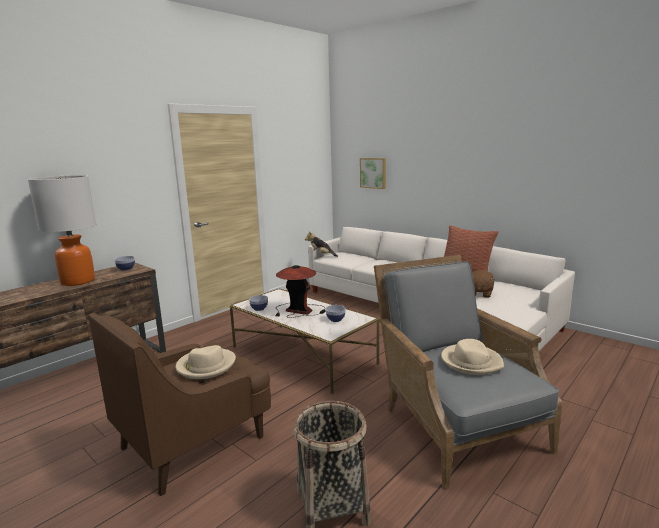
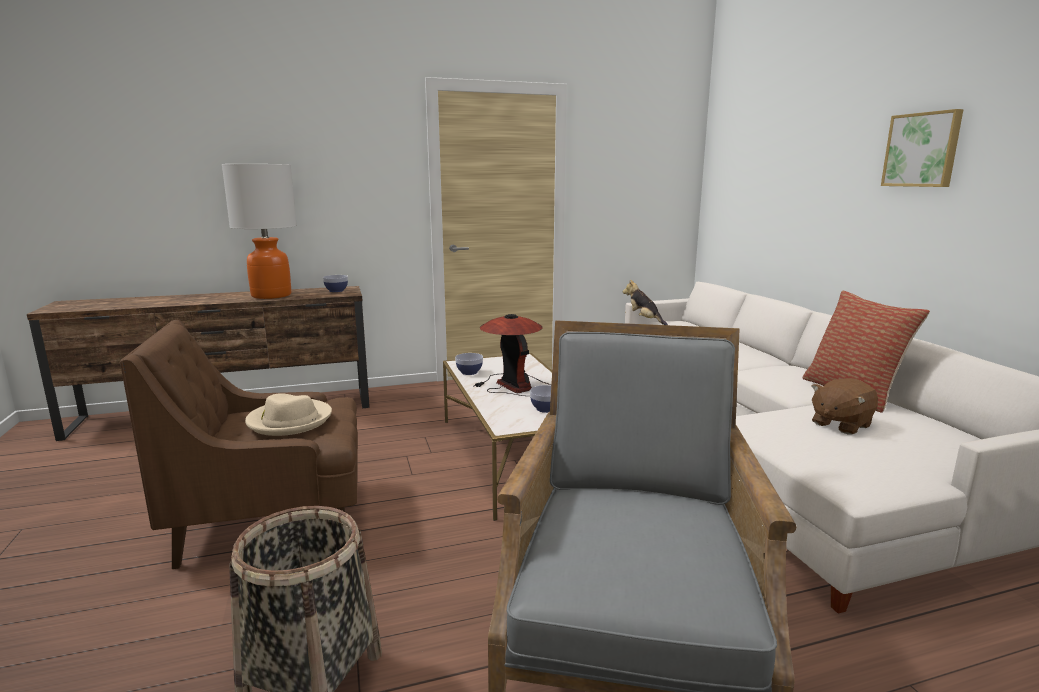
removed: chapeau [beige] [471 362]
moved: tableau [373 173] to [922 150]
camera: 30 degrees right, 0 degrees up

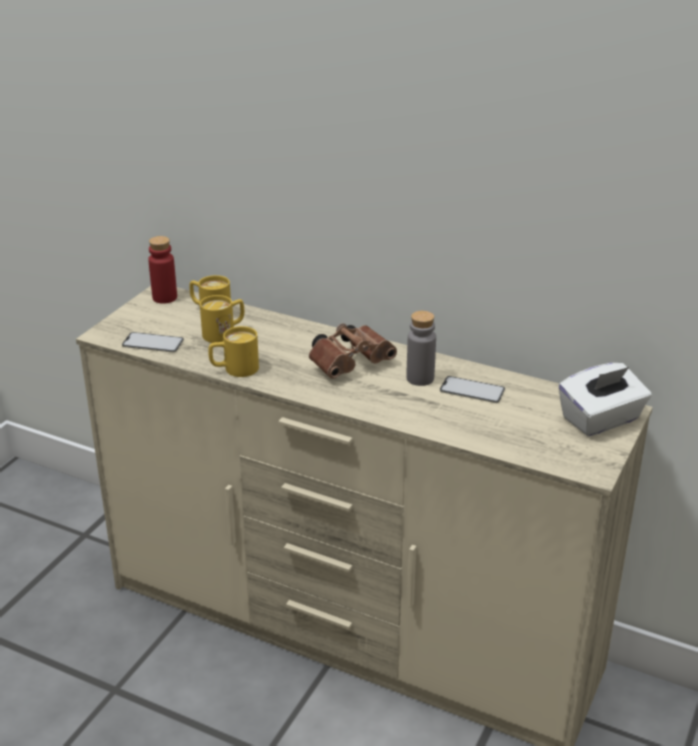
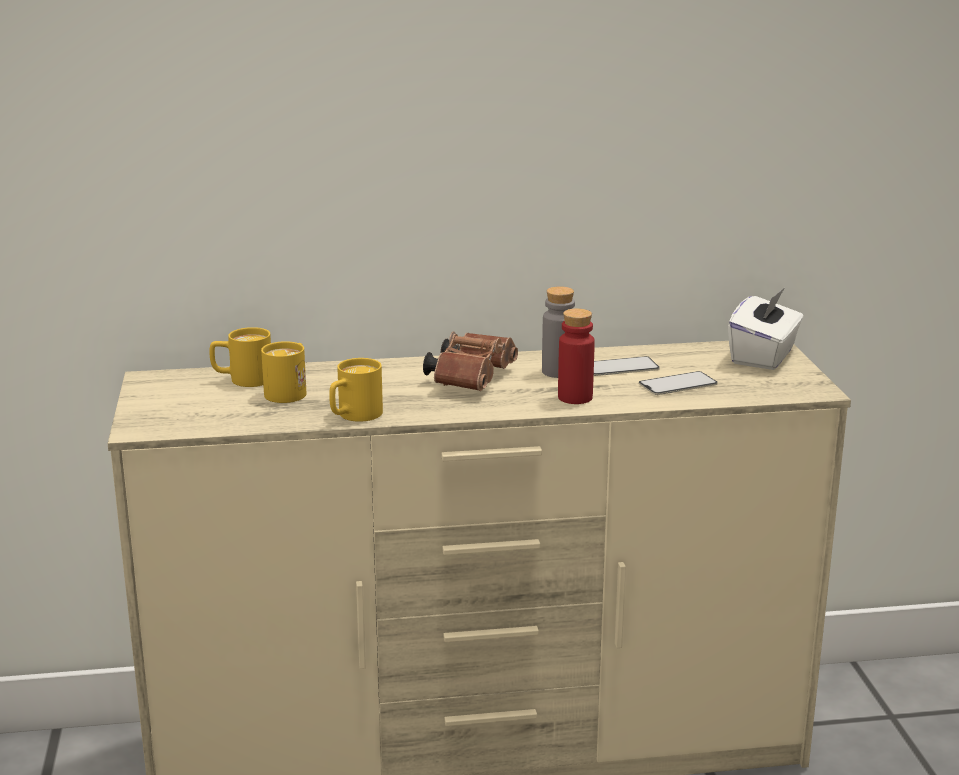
moved: téléphone [153 343] to [677 384]; bouteille [rouge] [164 297] to [575 397]
camera: 35 degrees left, 10 degrees down

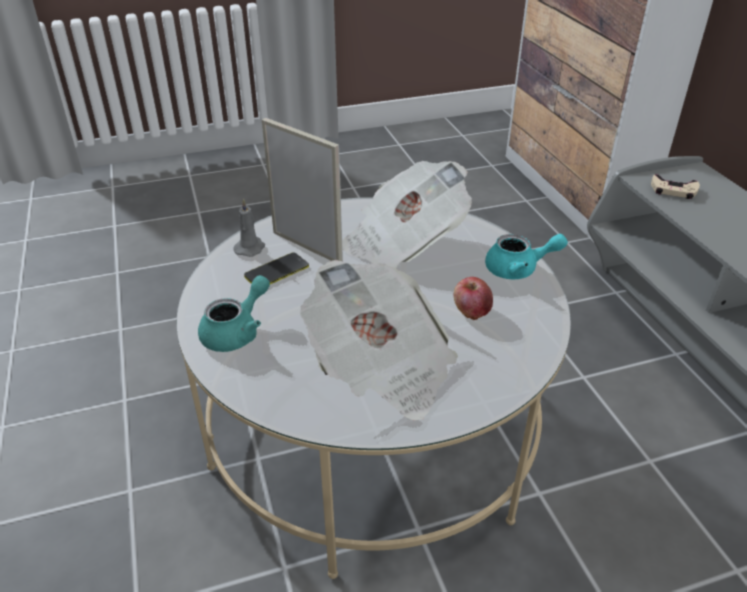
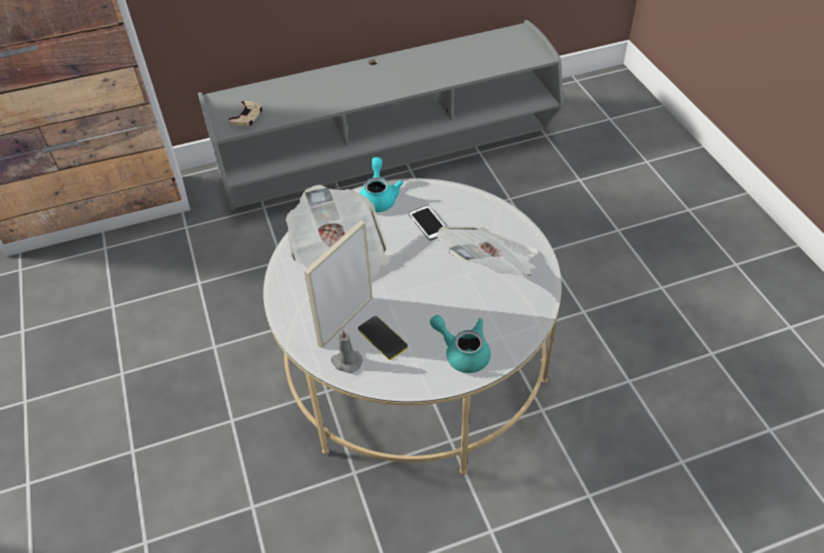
replaced: pomme [471 311] to téléphone [428 223]
camera: 90 degrees left, 10 degrees up

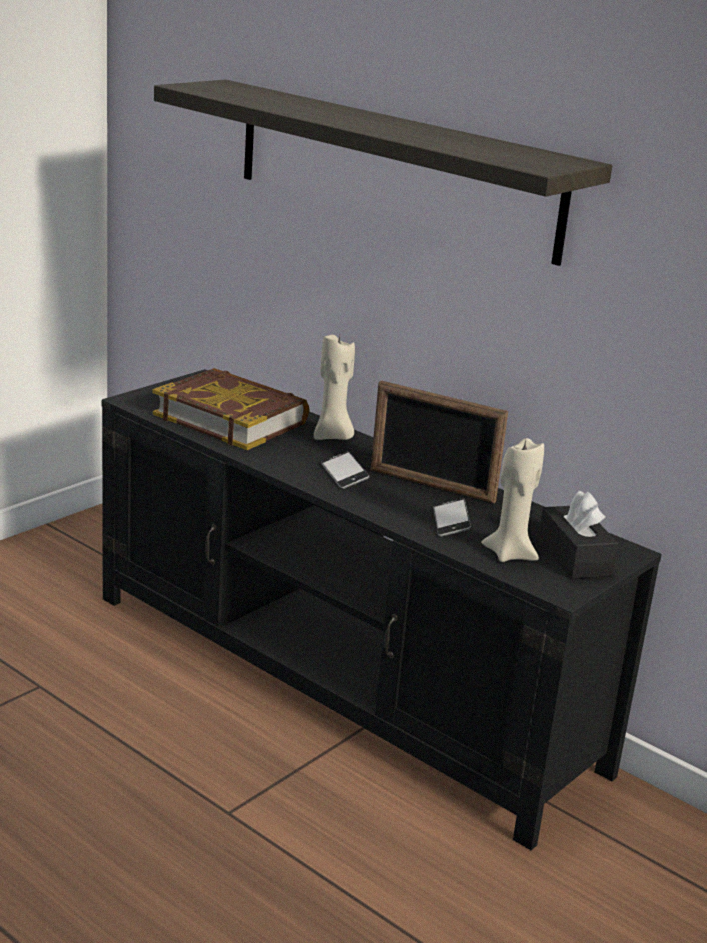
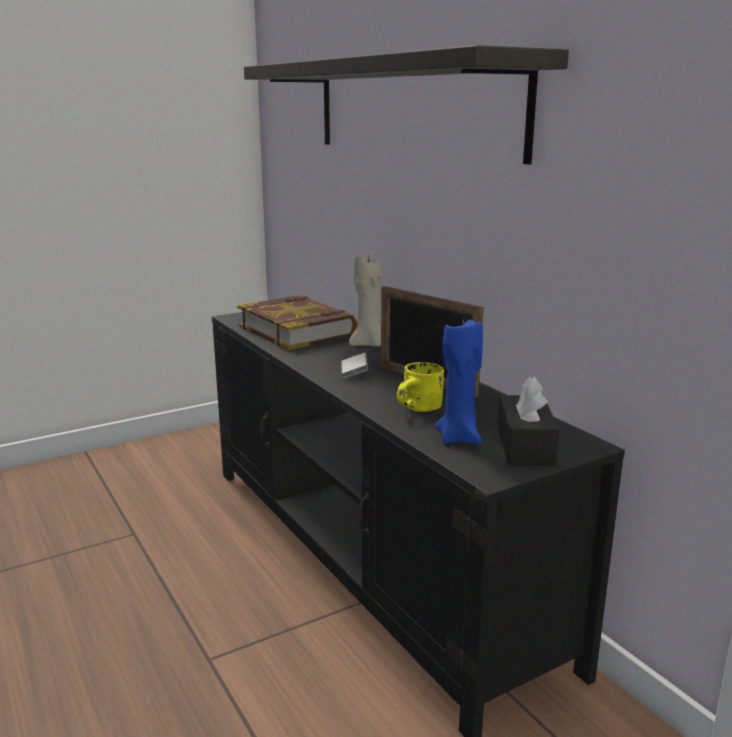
replaced: téléphone [451 523] to mug [jaune] [420 409]
recoloured: bougie [beige] [510 554] to bougie [bleu] [459 438]
camera: 20 degrees right, 5 degrees down

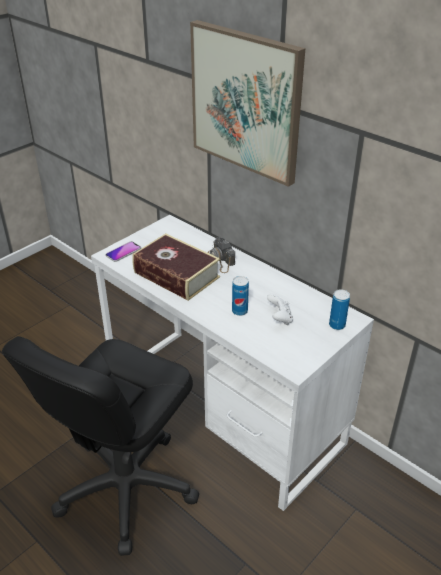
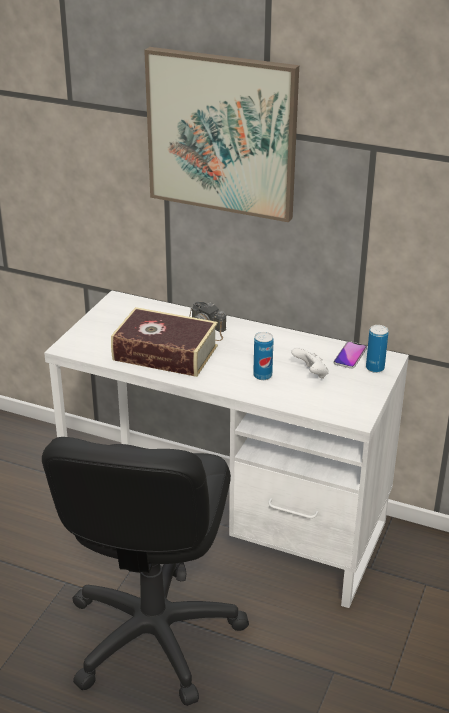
moved: téléphone [123 252] to [350 356]
camera: 20 degrees left, 5 degrees down

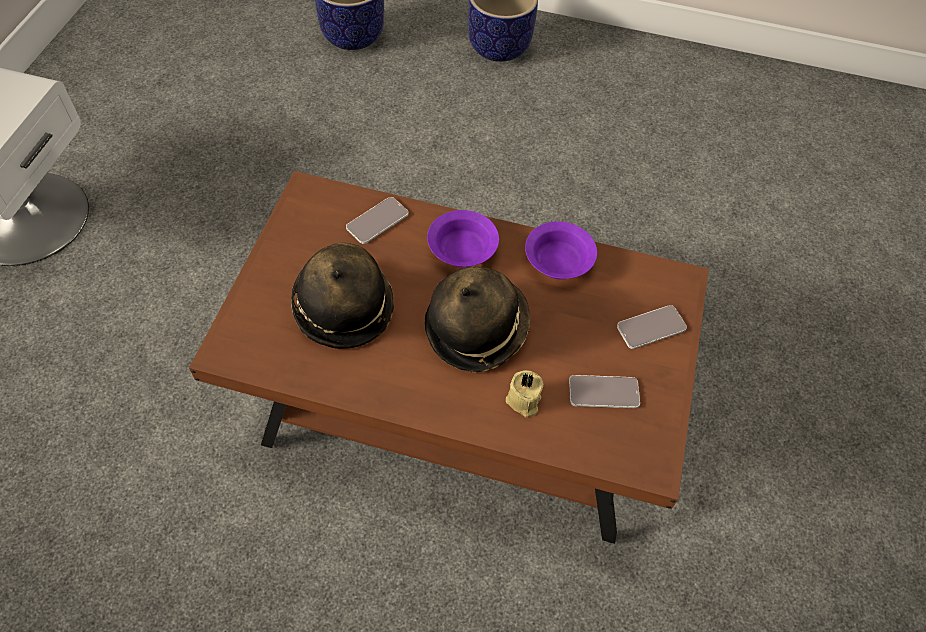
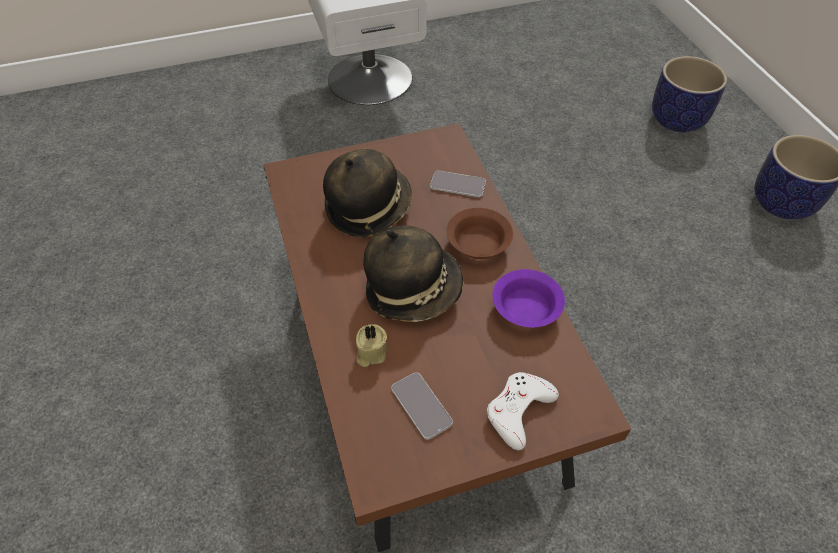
replaced: téléphone [651 328] to manette [blanc] [518 411]
recoloured: bol [violet] [460 250] to bol [marron] [477 243]
camera: 60 degrees right, 5 degrees down

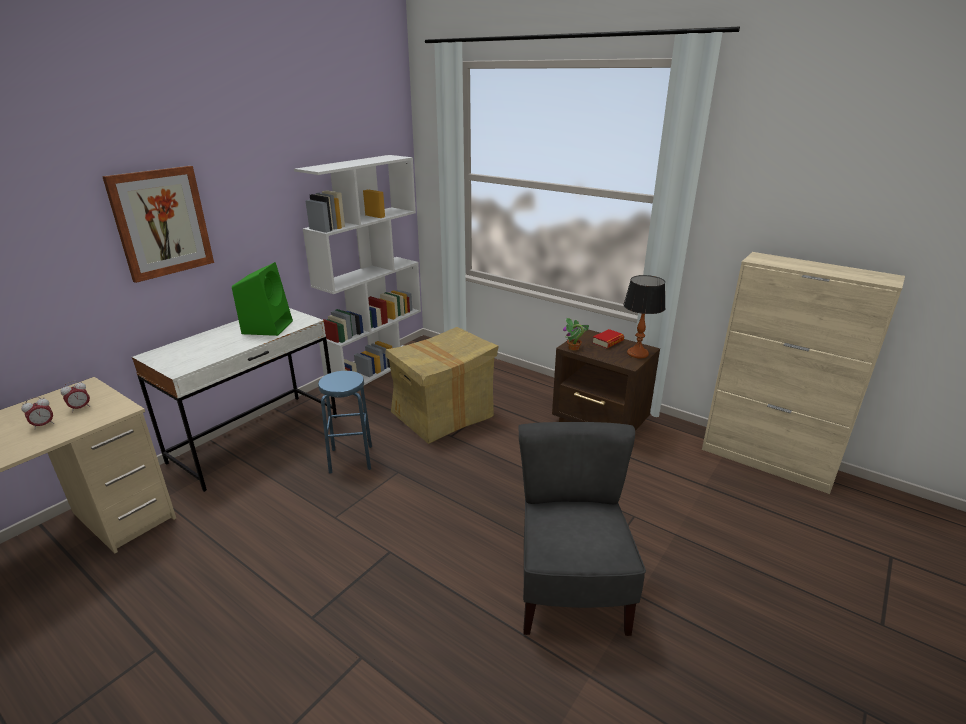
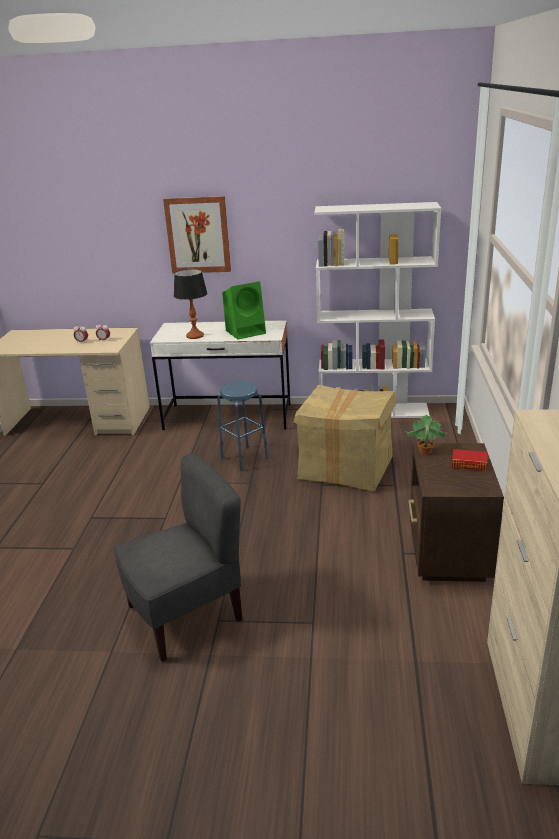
moved: lampe de table [638 353] to [195 336]
camera: 60 degrees right, 0 degrees up

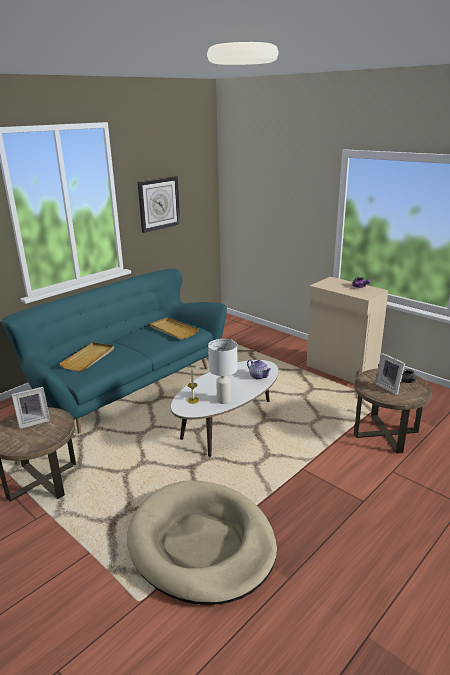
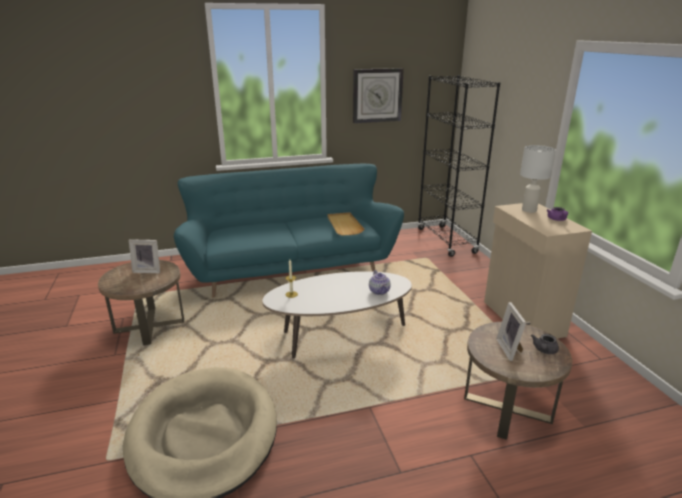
removed: plateau [beige] [89 358]
added: bibliothèque [noir] [446 241]
moved: lampe de table [blanc] [223 400] to [528 210]
camera: 30 degrees right, 0 degrees up

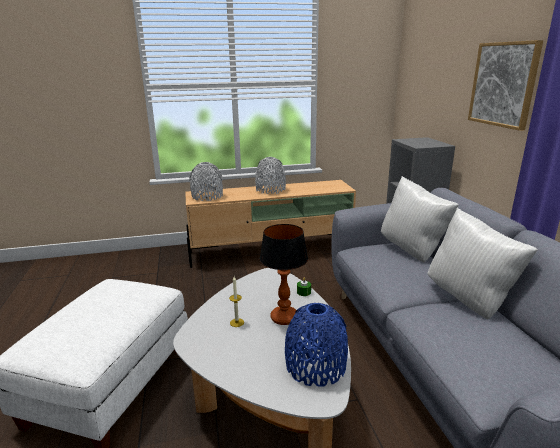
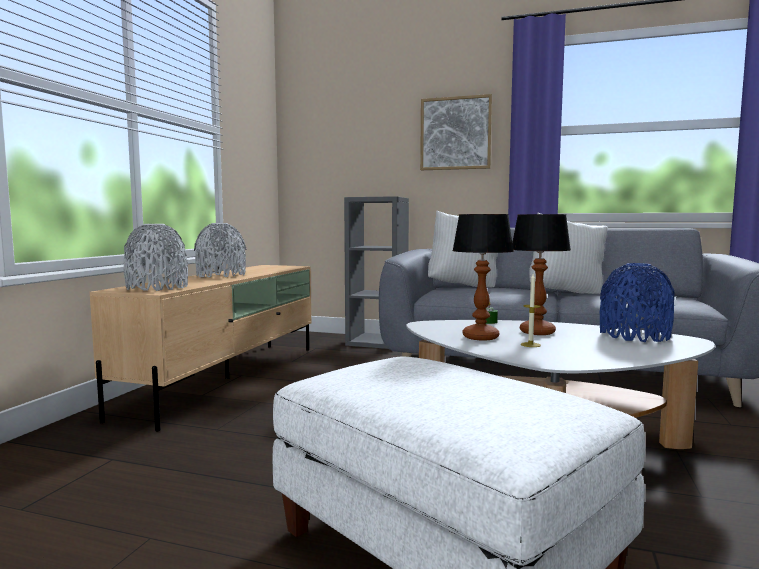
added: lampe de table [481 337]
camera: 60 degrees left, 15 degrees down

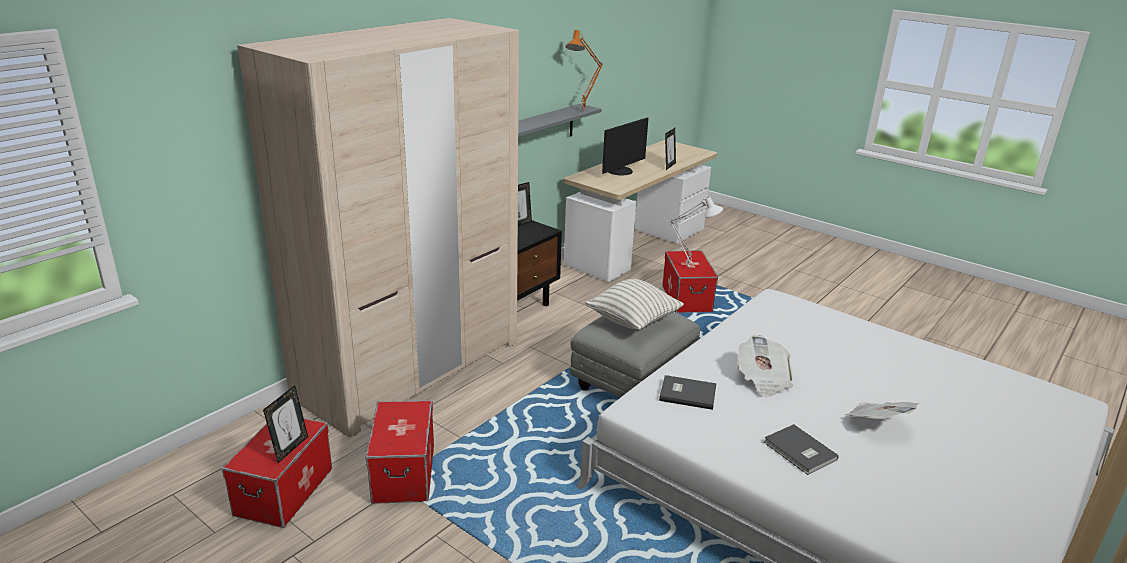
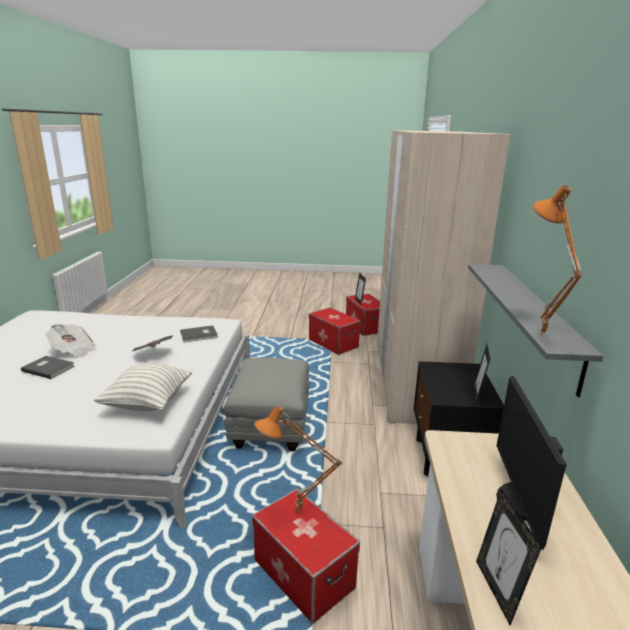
moved: coussin [633 321] to [148 403]; livre [gris] [799 452] to [49 368]
recoloured: lampe de table [blanc] [689 268] to lampe de table [orange] [298 514]
camera: 145 degrees right, 5 degrees down

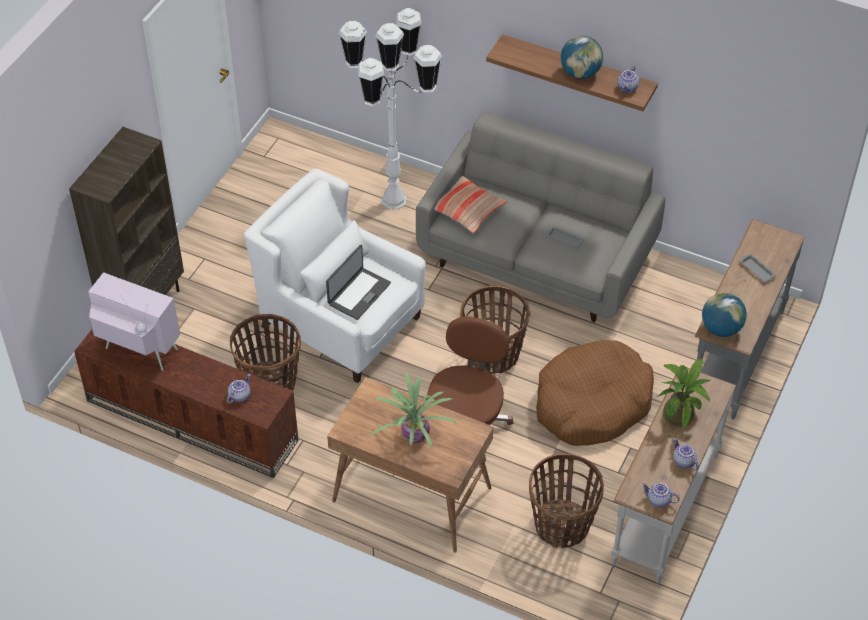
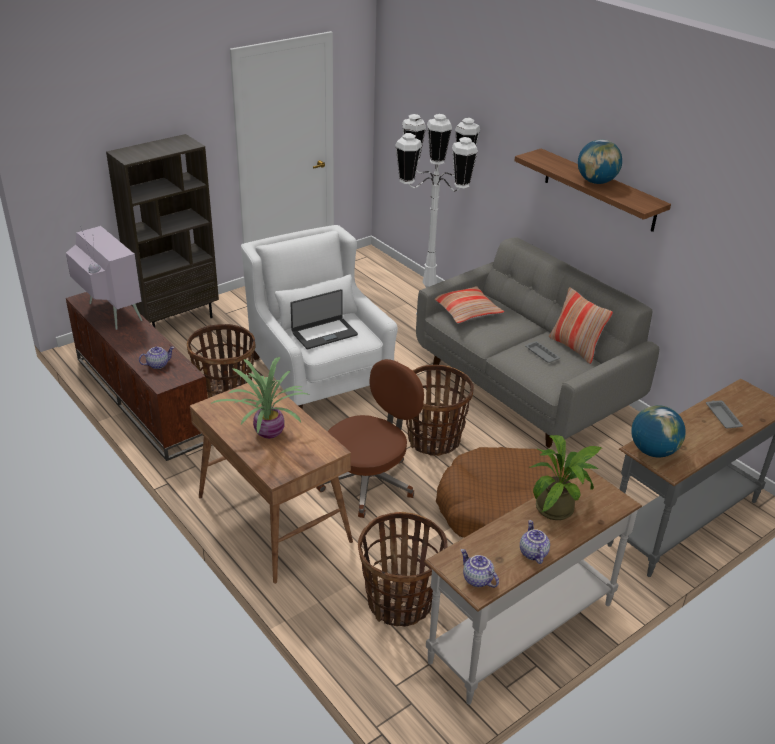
removed: théière [628 88]
added: coussin [575 347]
camera: 25 degrees right, 15 degrees down

